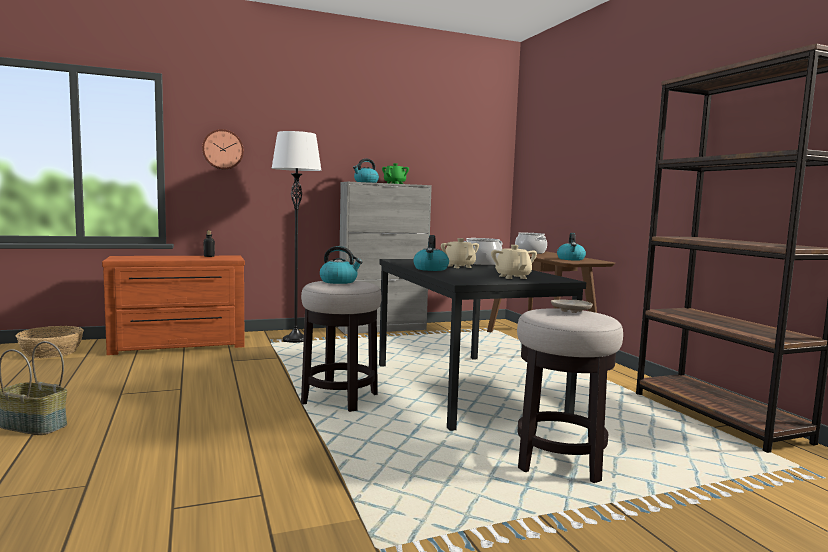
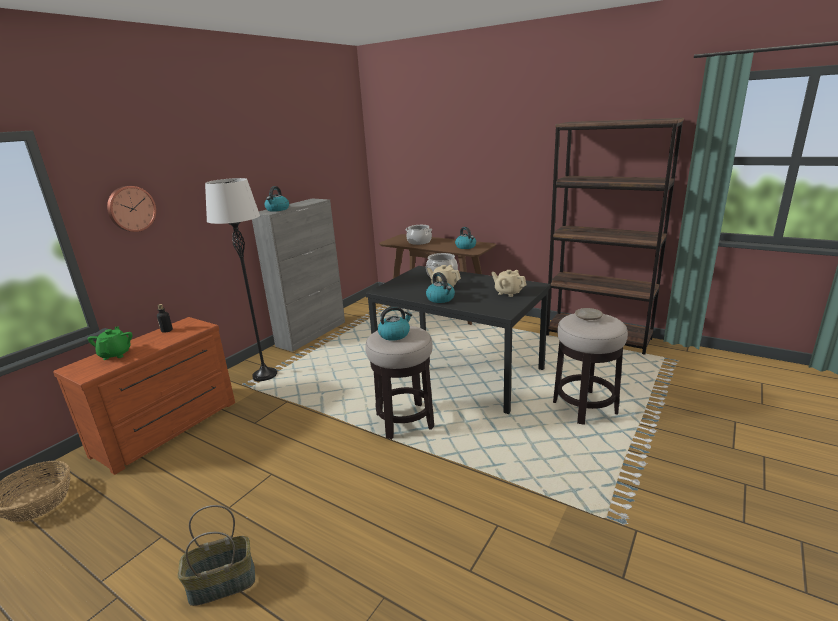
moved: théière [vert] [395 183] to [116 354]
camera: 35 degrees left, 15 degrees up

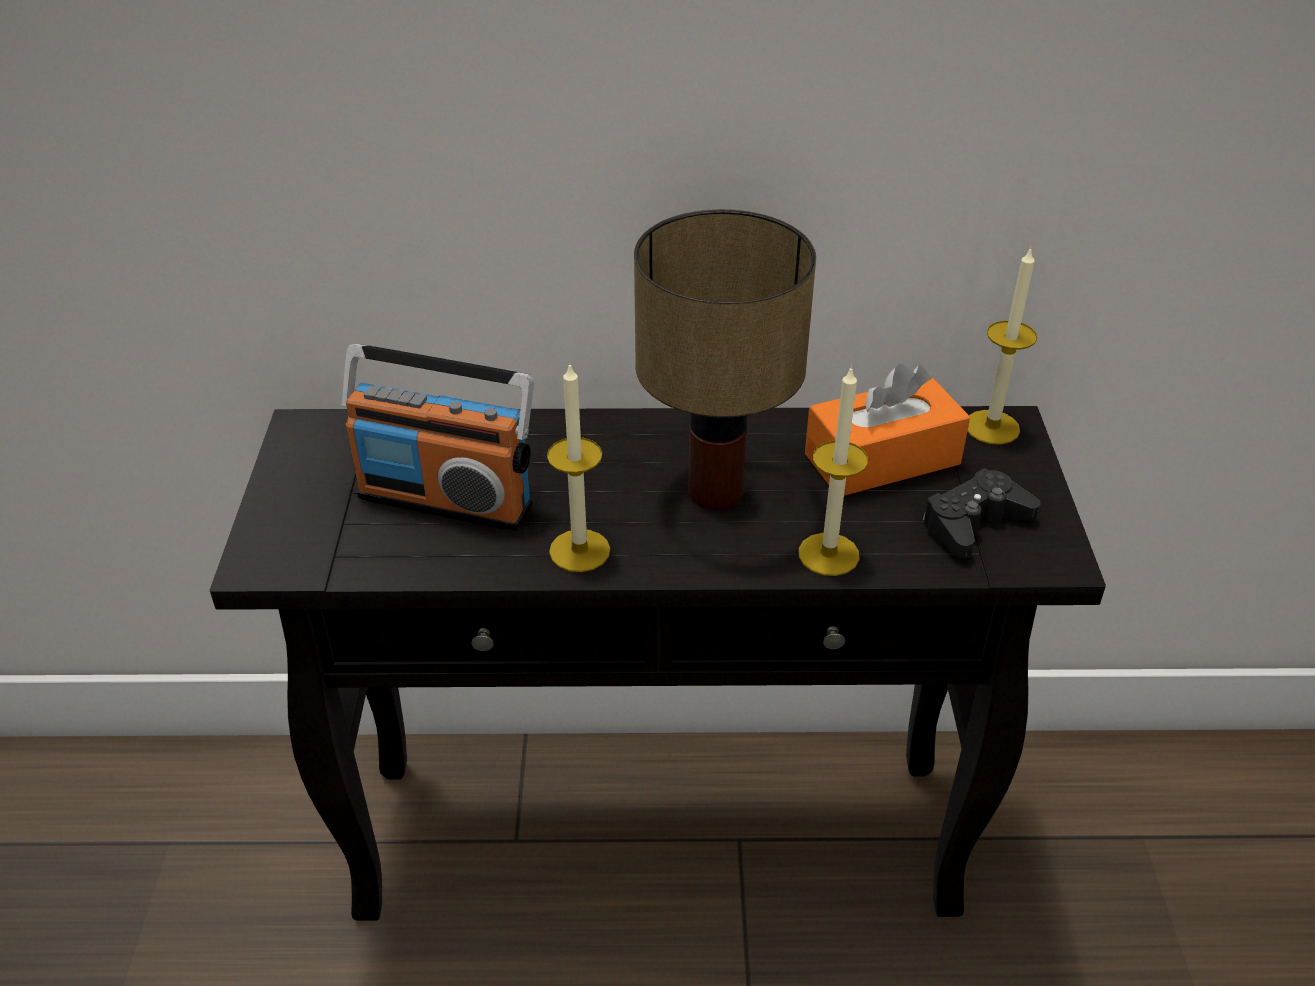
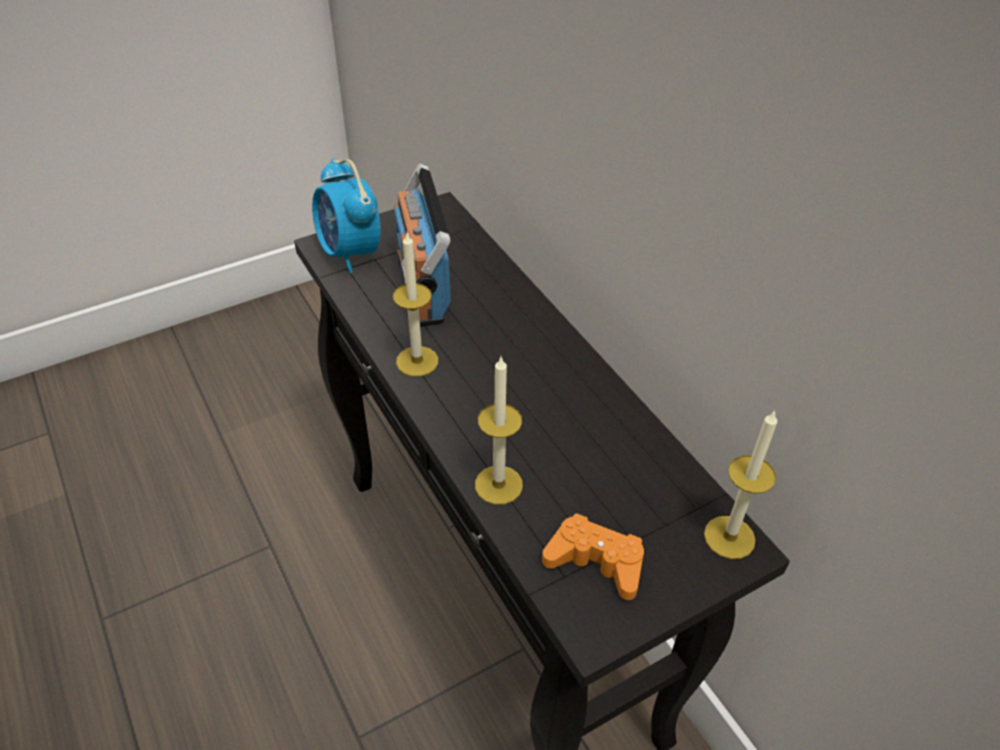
removed: lampe de table [718 490]; boîte à mouchoirs [orange] [882 459]
added: réveil [350 253]
recoloured: manette [noir] [974 523] to manette [orange] [596 562]
camera: 60 degrees right, 5 degrees up

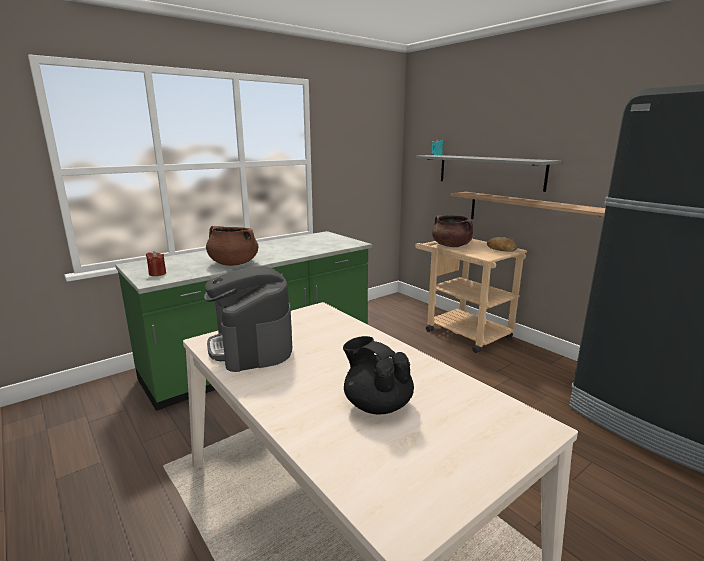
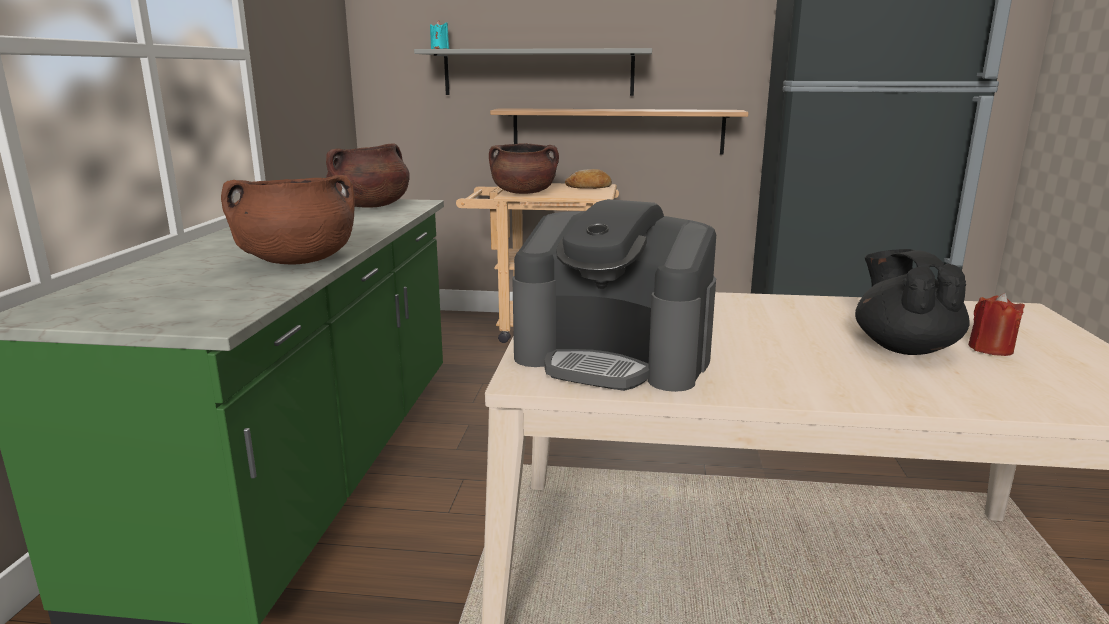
added: marmite [marron] [370 206]
moved: bougie [rouge] [157 273] to [990 349]
turned: théière [noir] [377 404] = [904 347] 75 degrees clockwise
camera: 45 degrees left, 0 degrees up

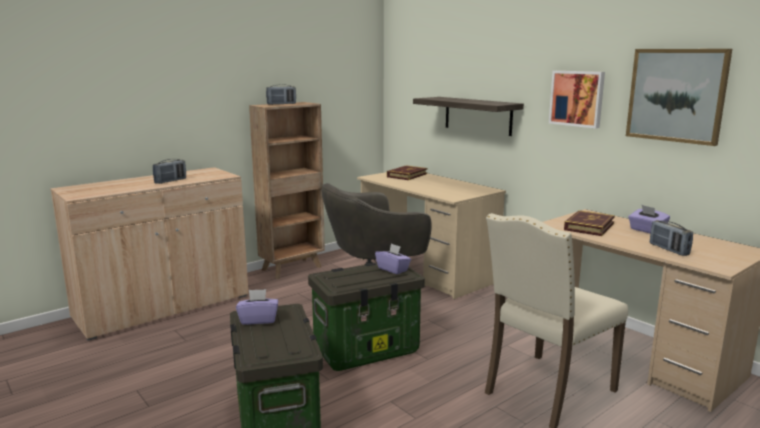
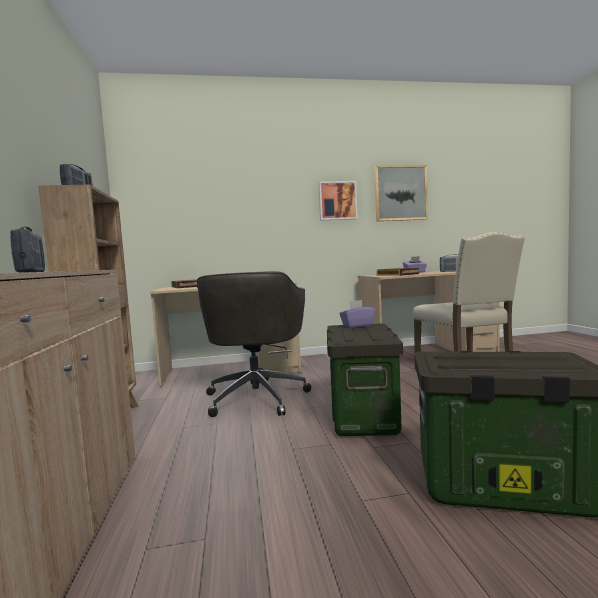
removed: boîte à mouchoirs [violet] [258 319]; étagère [477 115]
camera: 60 degrees left, 10 degrees down

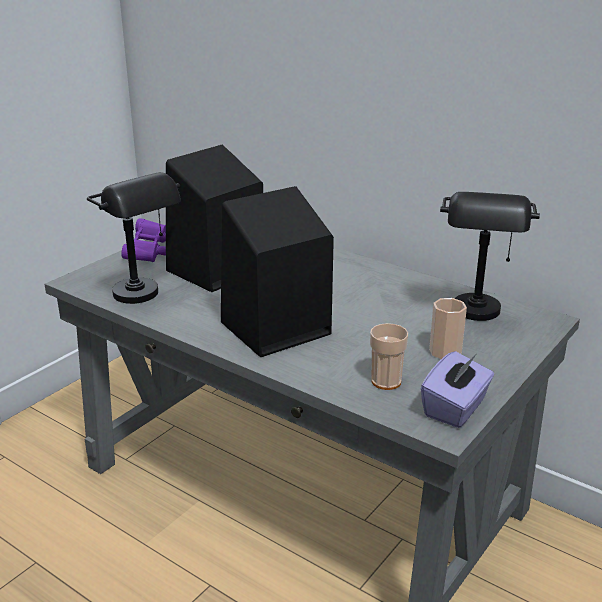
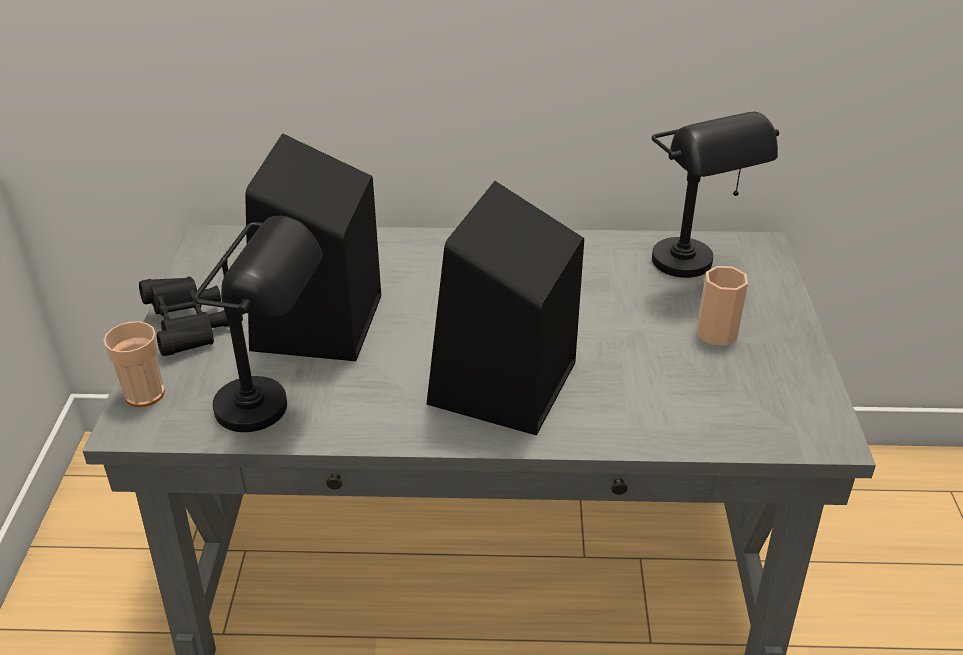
removed: boîte à mouchoirs [violet] [455 408]
moved: tasse [386 381] to [144 394]
recoloured: jumelles [violet] [151 252] to jumelles [noir] [188 328]
camera: 35 degrees left, 10 degrees up

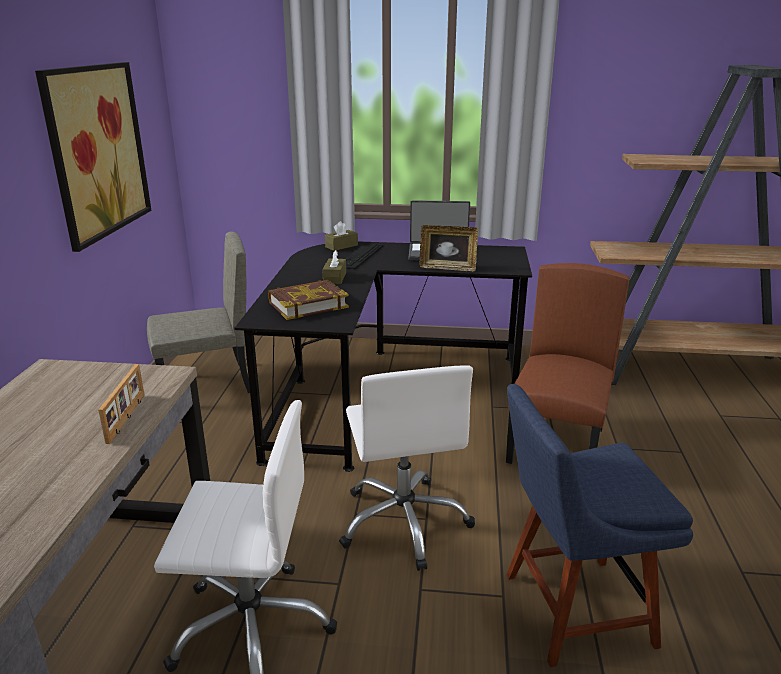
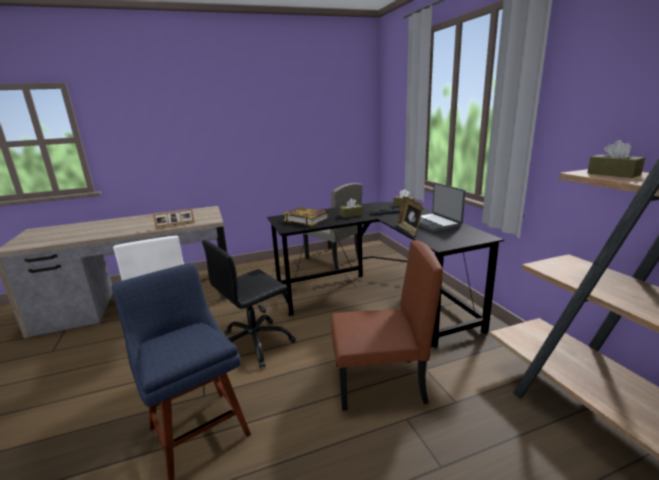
removed: tableau [97 151]
added: boîte à mouchoirs [marron] [613 174]
recoloured: chaise de bureau [blanc] [404 522] to chaise de bureau [noir] [254 344]
camera: 65 degrees right, 5 degrees down

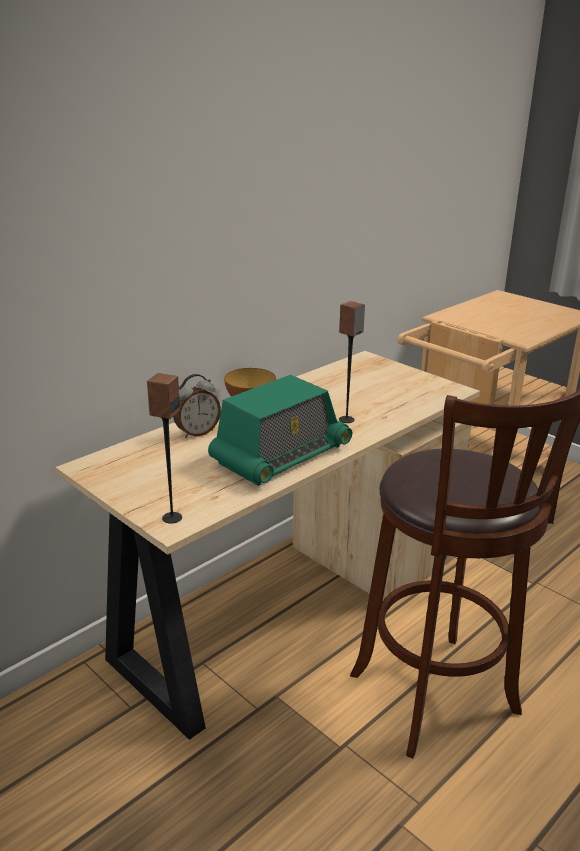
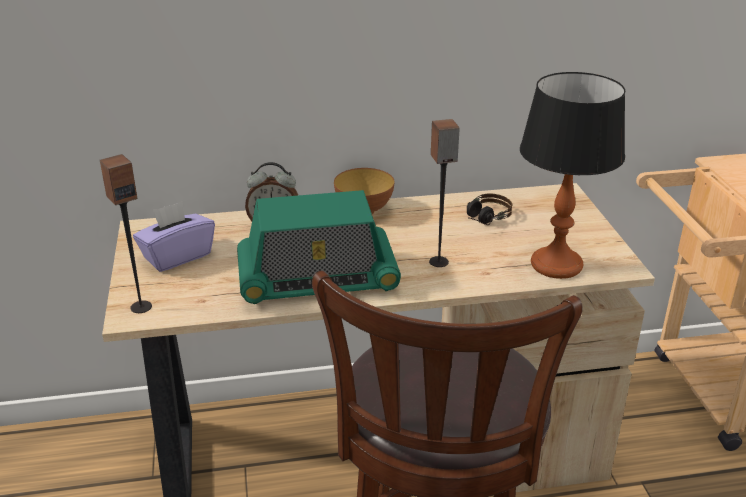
added: boîte à mouchoirs [violet] [177 256]; casque audio [482 220]; lampe de table [556 264]
camera: 35 degrees right, 5 degrees up

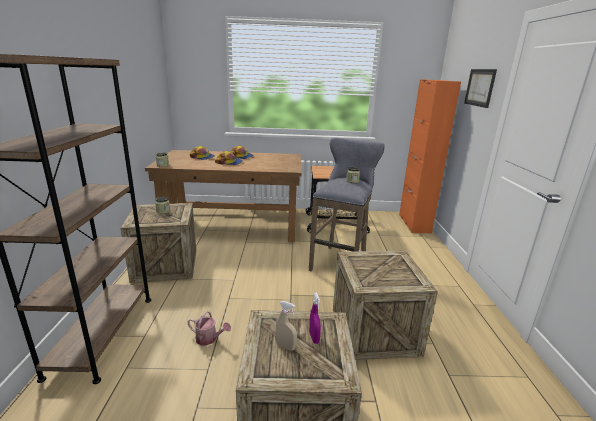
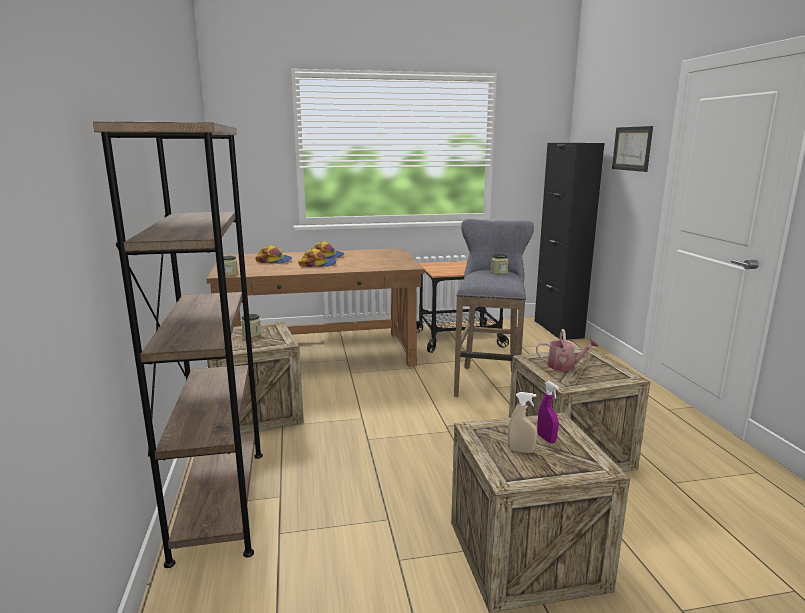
moved: arrosoir [209 339] to [564 366]
recoloured: meuble de rangement [orange] [414 223] to meuble de rangement [noir] [558 329]
camera: 10 degrees left, 5 degrees down

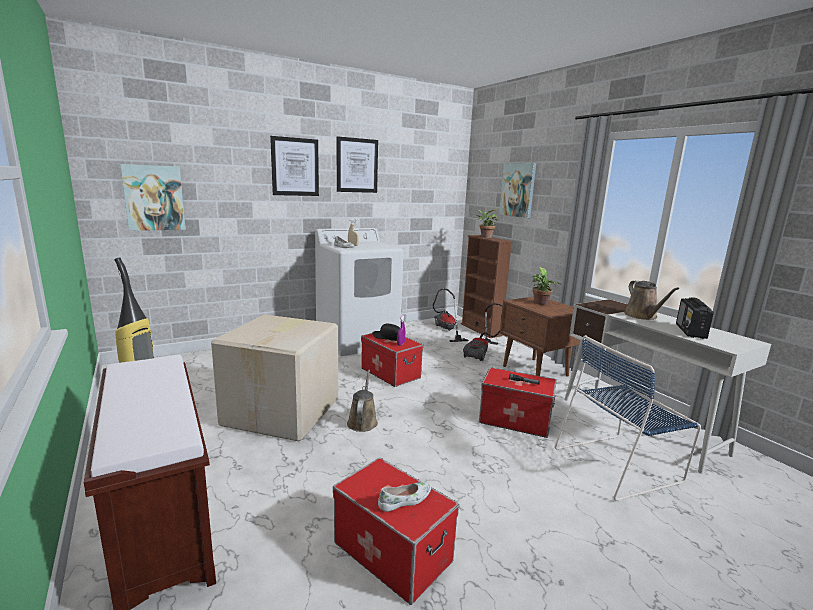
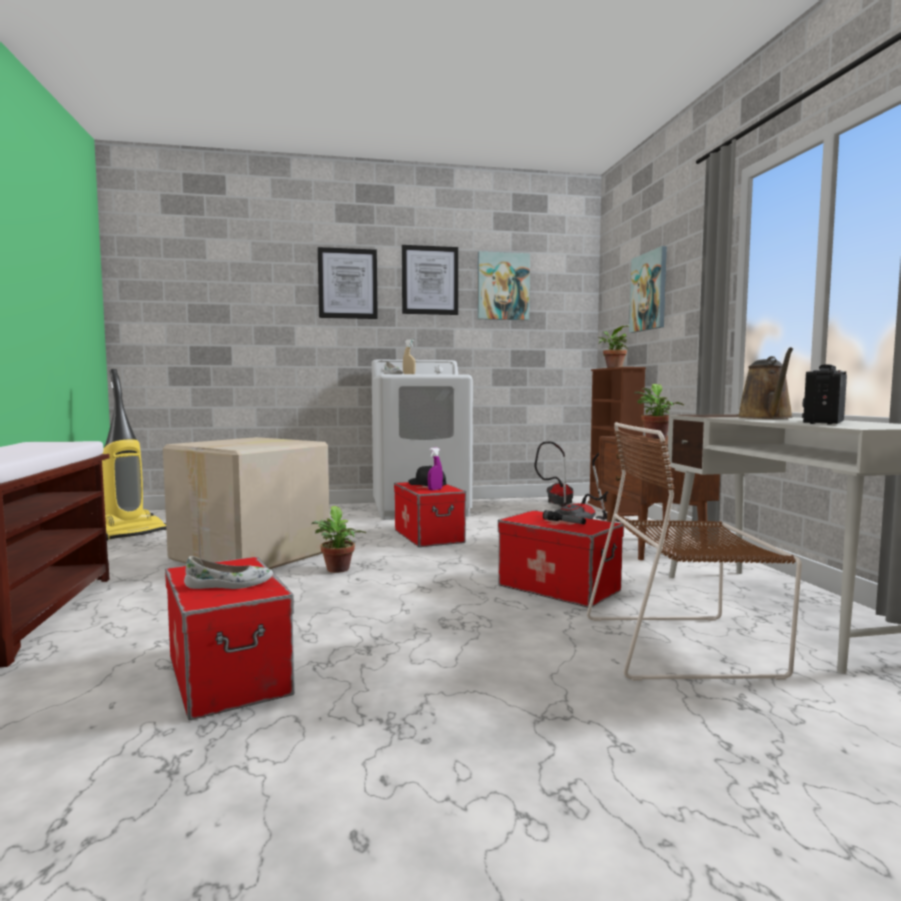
moved: tableau [154 198] to [503 286]
replaced: arrosoir [marron] [362 421] to plante en pot [338 570]
recoloured: chaise [bleu] [619 464] to chaise [marron] [685 645]
camera: 20 degrees right, 10 degrees down

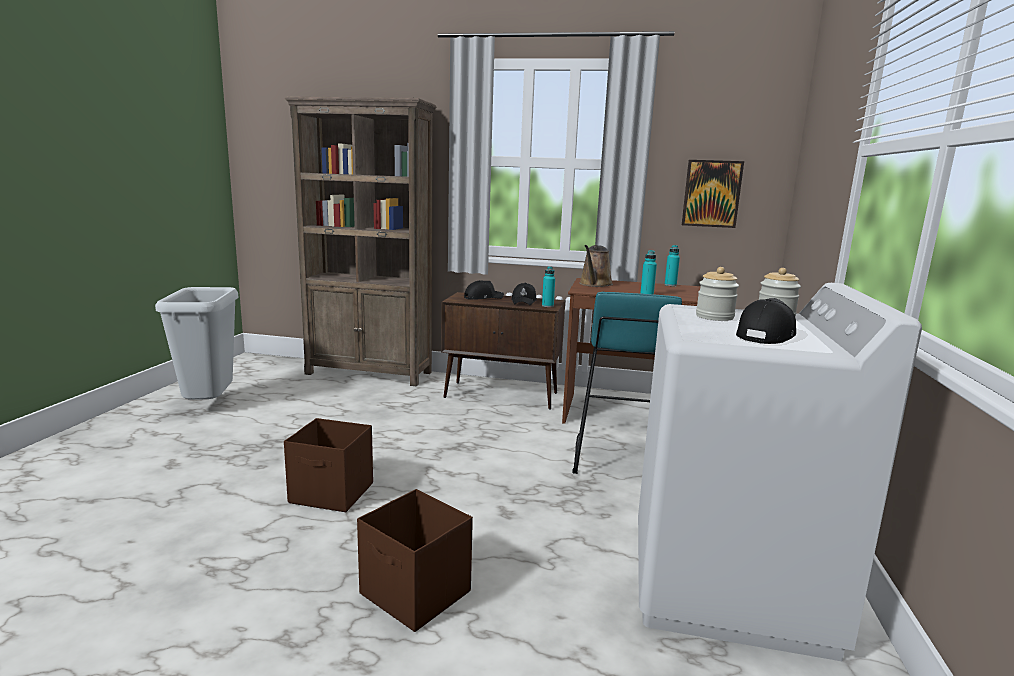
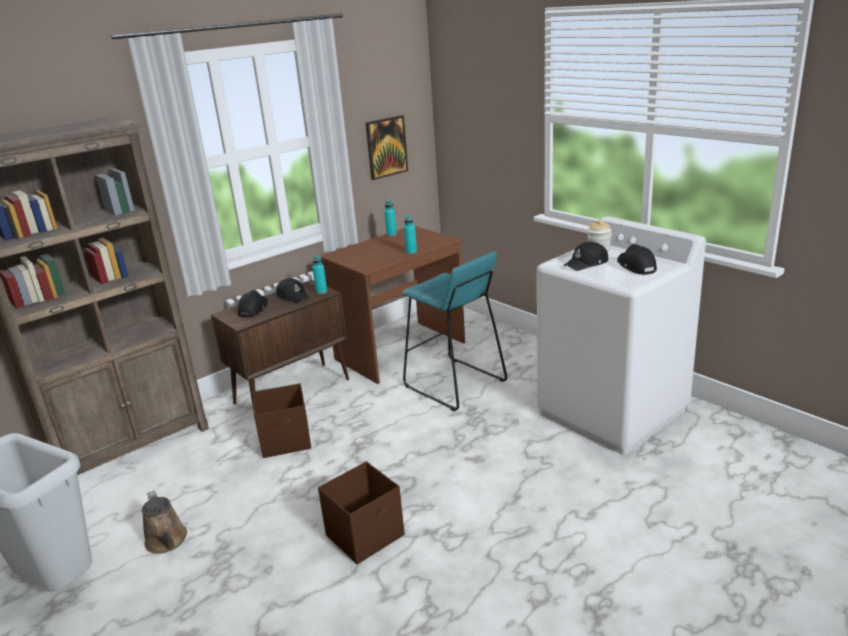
moved: boîte de rangement [marron] [416 594] to [286 441]; arrosoir [marron] [594 284] to [167 541]
replaced: bocal [714 317] to casquette [noir] [587 263]
camera: 50 degrees left, 10 degrees up

